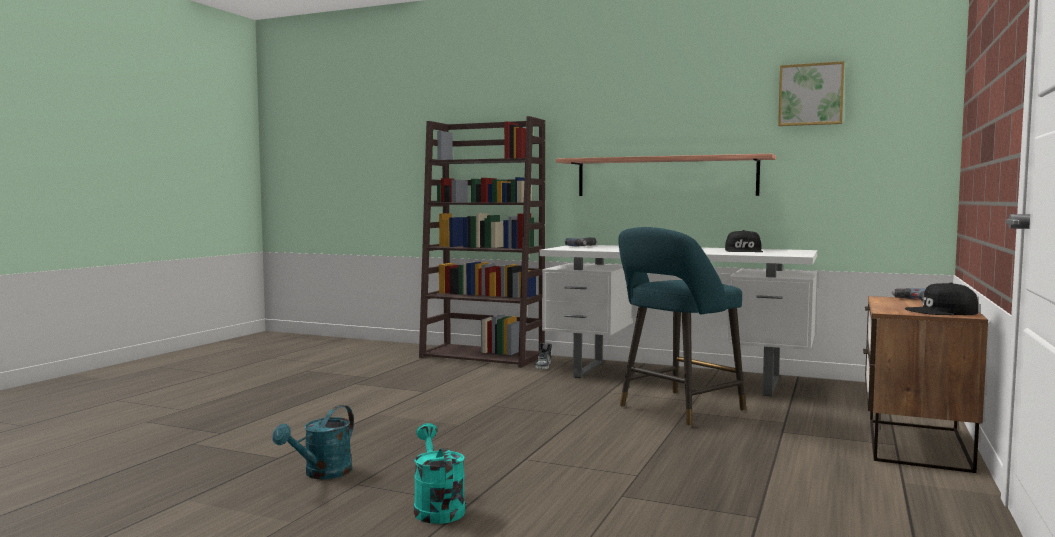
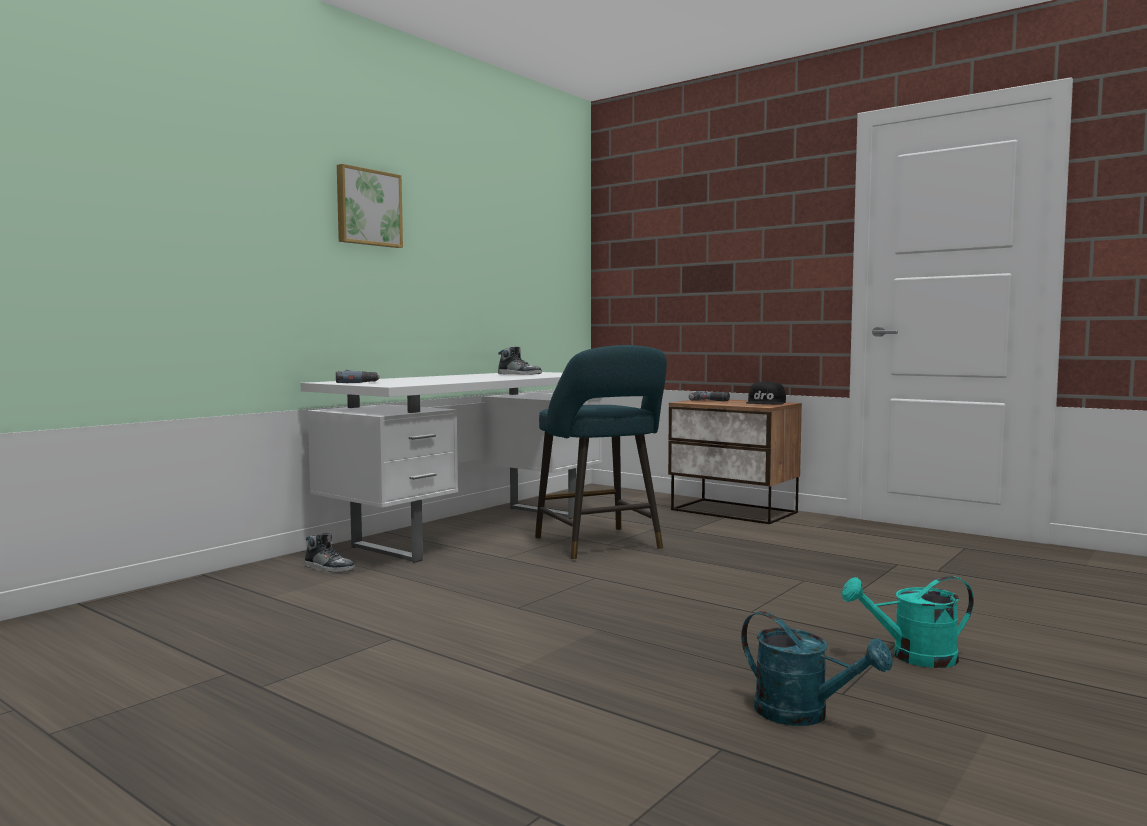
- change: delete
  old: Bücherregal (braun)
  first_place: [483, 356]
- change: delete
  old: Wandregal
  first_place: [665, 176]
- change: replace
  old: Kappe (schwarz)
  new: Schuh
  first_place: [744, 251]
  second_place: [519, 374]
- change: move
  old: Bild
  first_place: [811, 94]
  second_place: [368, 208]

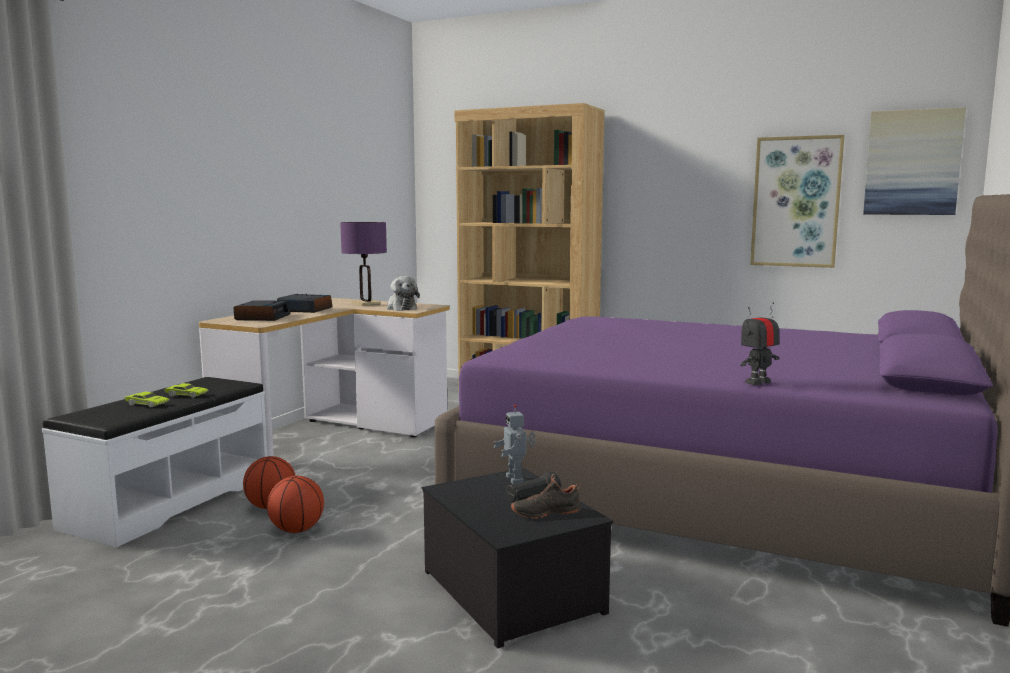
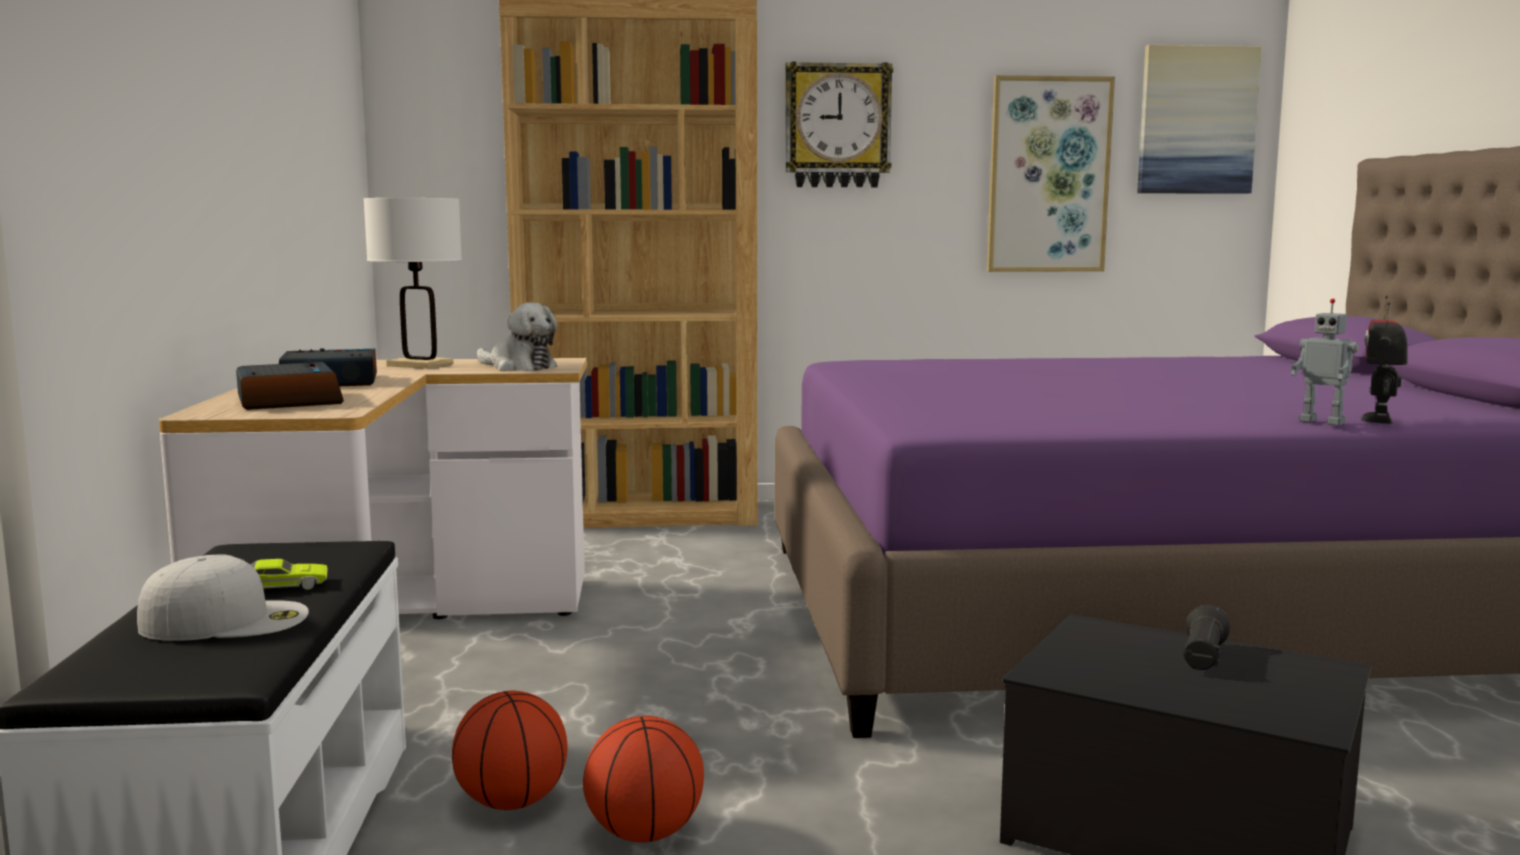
- change: replace
  old: Spielzeugauto (grün)
  new: Kappe (weiß)
  first_place: [147, 404]
  second_place: [227, 620]
- change: recolor
  old: Tischlampe (lila)
  new: Tischlampe (weiß)
  first_place: [365, 304]
  second_place: [420, 365]
- change: move
  old: Spielzeugroboter
  first_place: [516, 480]
  second_place: [1323, 422]
- change: delete
  old: Schuh (schwarz)
  first_place: [545, 512]
- change: insert
  new: Wanduhr
  second_place: [837, 126]

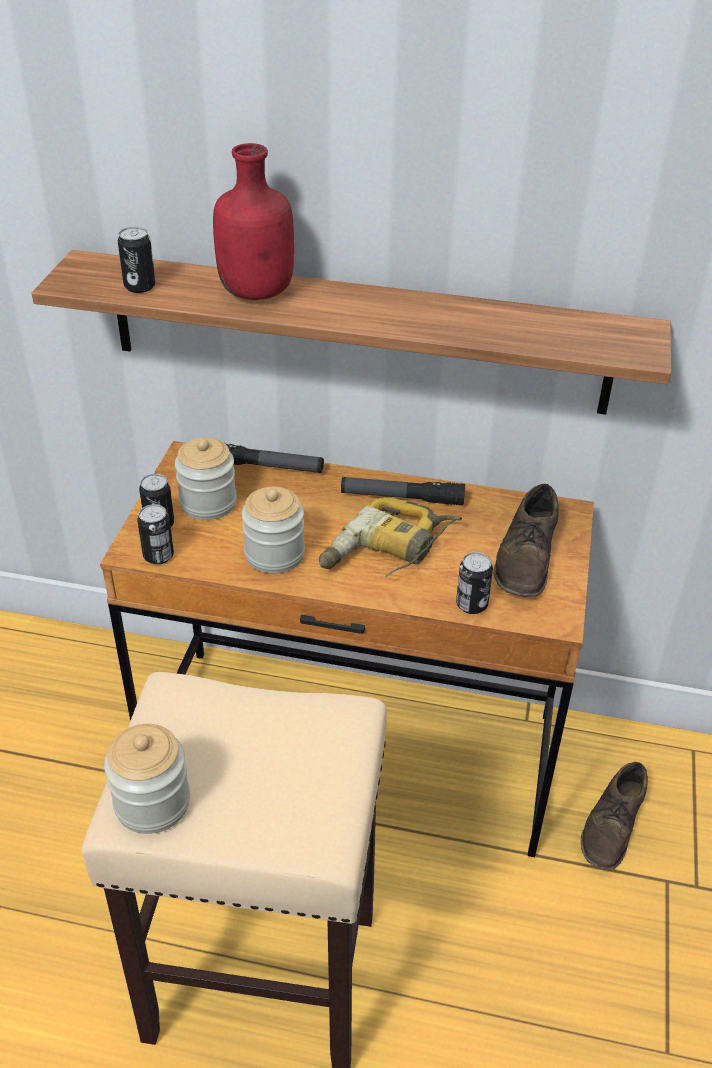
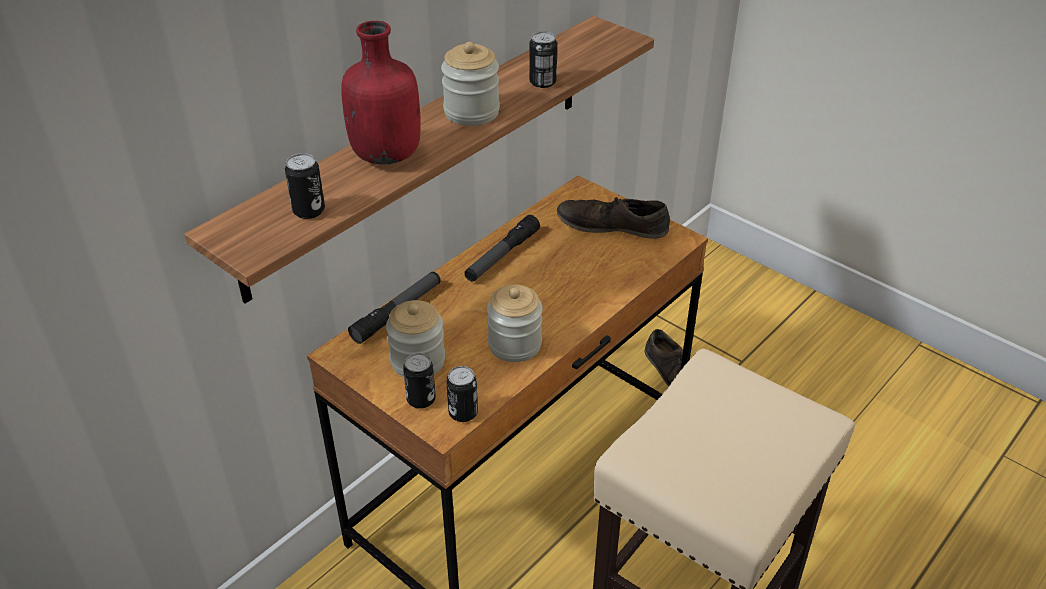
- change: move
  old: Vorratsglas
  first_place: [152, 803]
  second_place: [471, 112]
- change: delete
  old: Bohrmaschine
  first_place: [388, 552]
- change: move
  old: Dose
  first_place: [471, 604]
  second_place: [542, 82]
- change: rotate
  old: Schuh (braun)
  first_place: [527, 557]
  second_place: [612, 225]
  degrees: 150

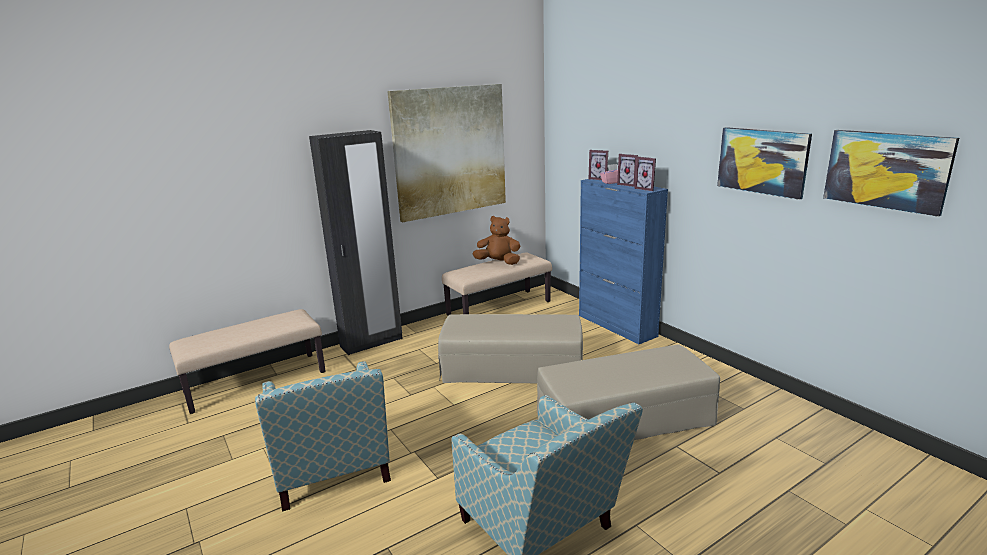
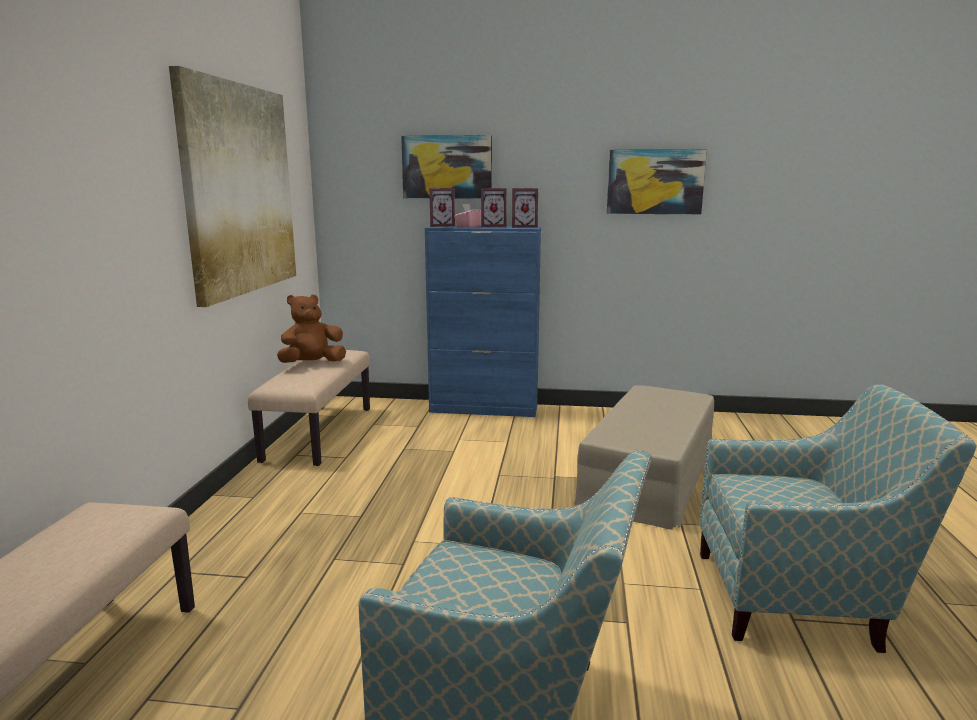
- change: delete
  old: Kleiderschrank (schwarz)
  first_place: [371, 343]
- change: delete
  old: Polsterhocker (beige)
  first_place: [512, 366]
- change: move
  old: Bild
  first_place: [886, 170]
  second_place: [447, 167]

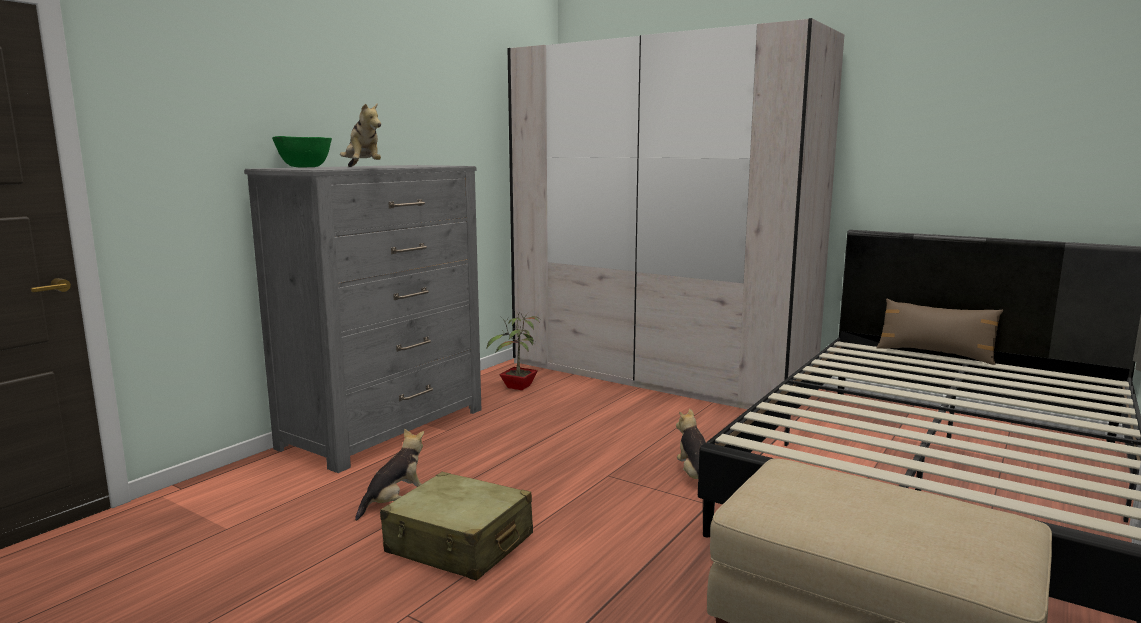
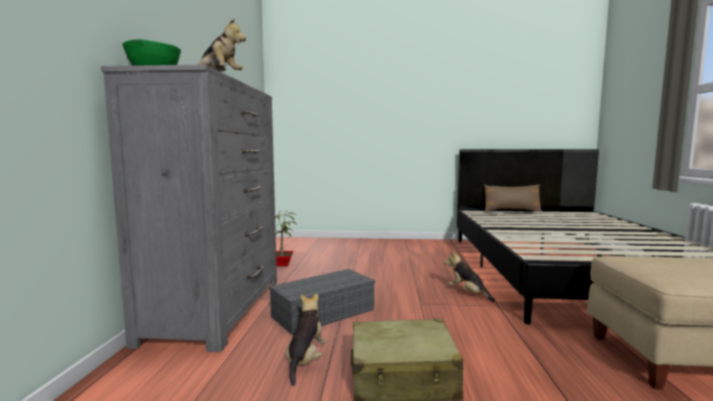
- change: delete
  old: Kleiderschrank (beige)
  first_place: [657, 375]
- change: insert
  new: Aufbewahrungsbox (grau)
  second_place: [324, 312]

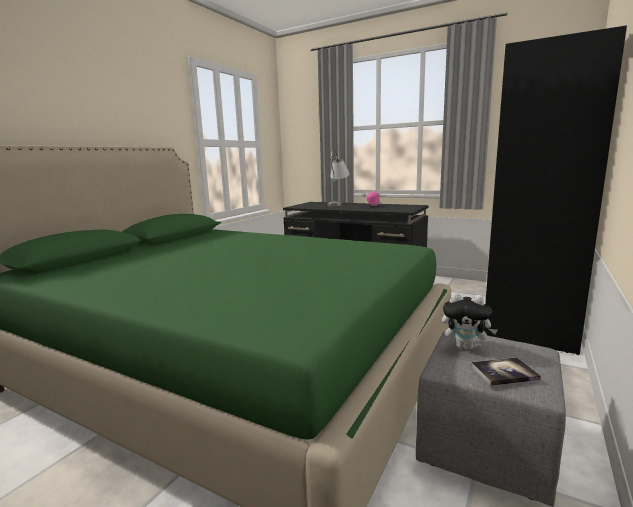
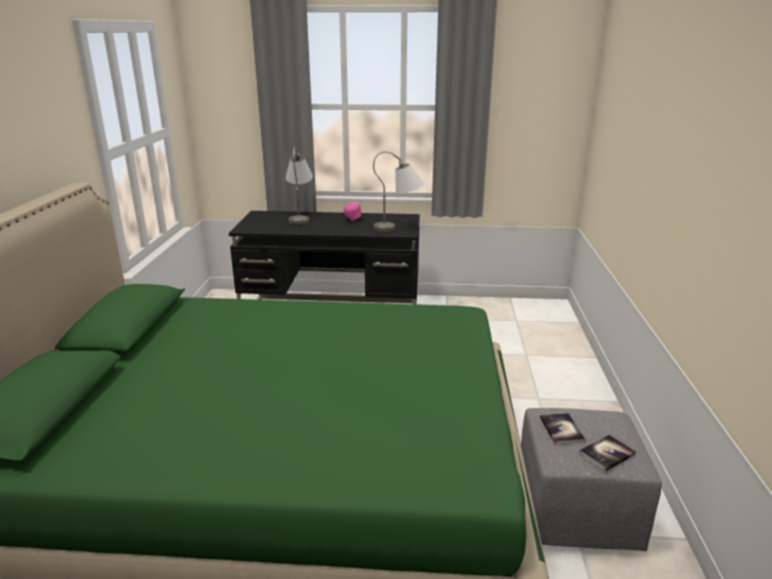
- change: replace
  old: Plüschtier
  new: Buch
  first_place: [465, 346]
  second_place: [561, 429]
- change: delete
  old: Kleiderschrank (schwarz)
  first_place: [531, 320]
- change: insert
  new: Tischlampe (grau)
  second_place: [399, 228]

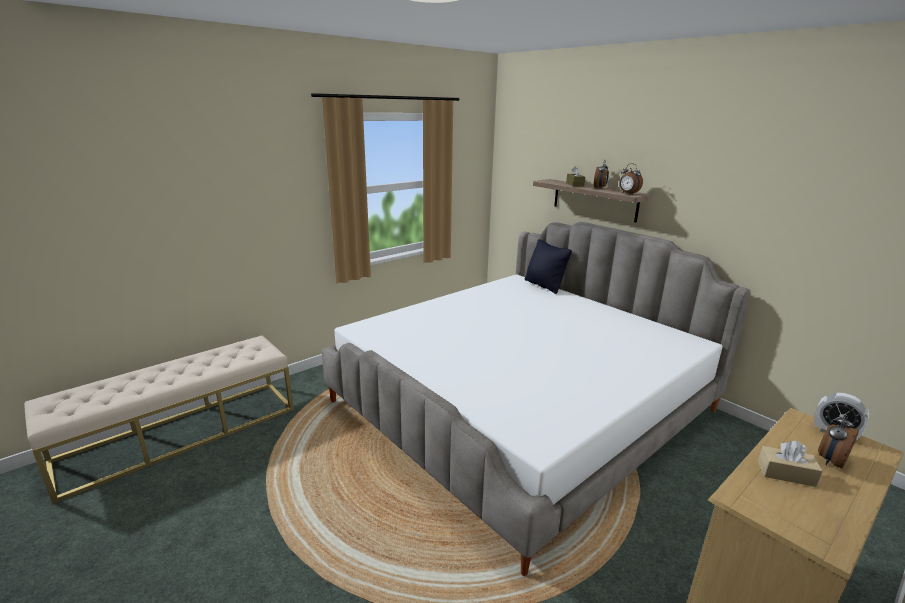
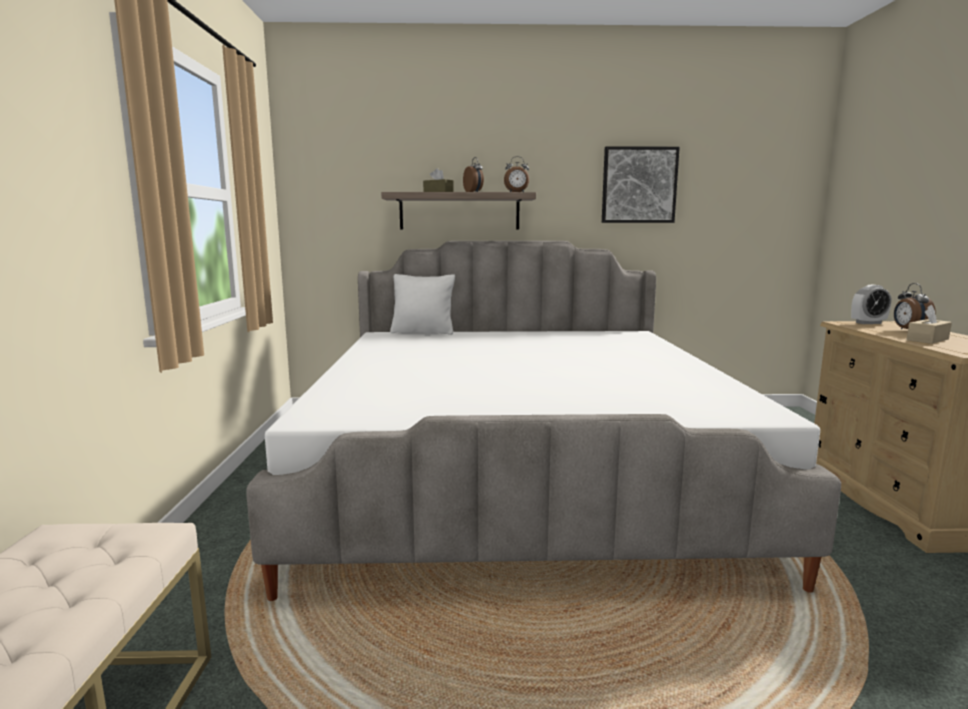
- change: recolor
  old: Kissen (schwarz)
  new: Kissen (weiß)
  first_place: [544, 285]
  second_place: [423, 332]
- change: insert
  new: Bild
  second_place: [639, 185]

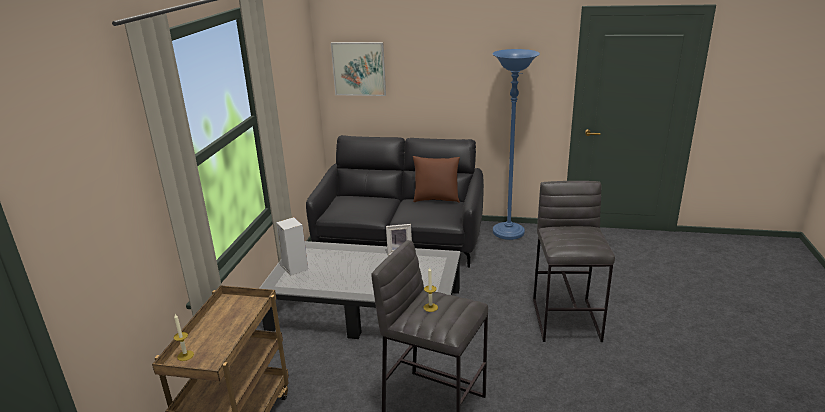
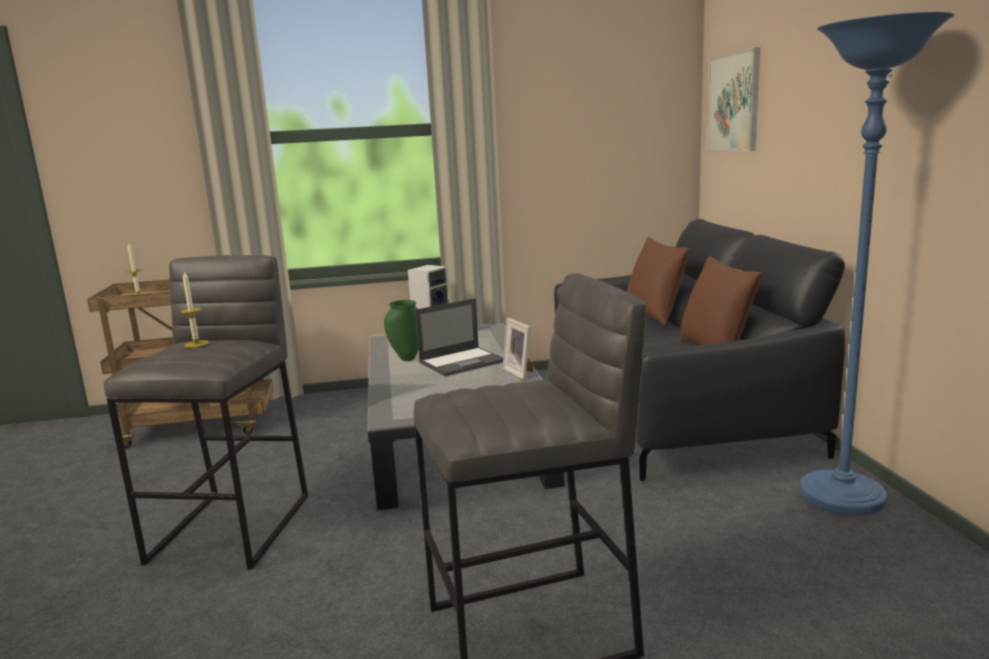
- change: insert
  new: Vase (grün)
  second_place: [407, 358]
- change: insert
  new: Laptop
  second_place: [462, 361]
- change: insert
  new: Kissen (braun)
  second_place: [655, 316]

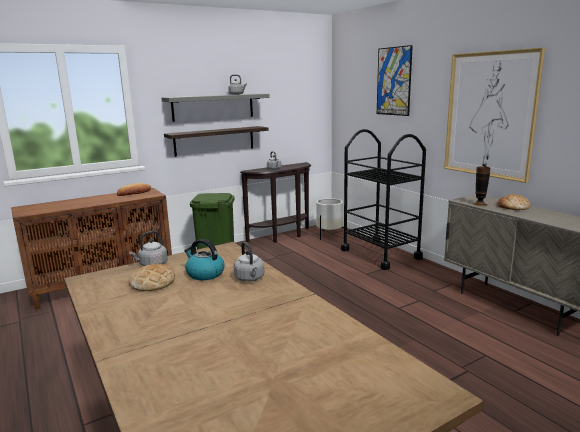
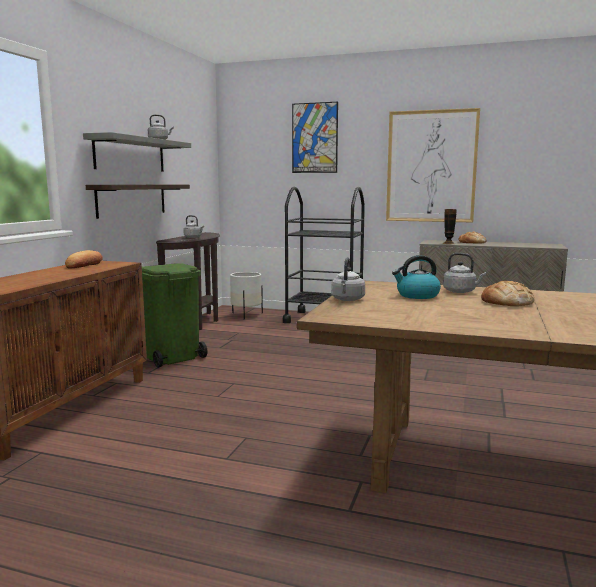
- change: move
  old: Brot
  first_place: [153, 282]
  second_place: [506, 302]

